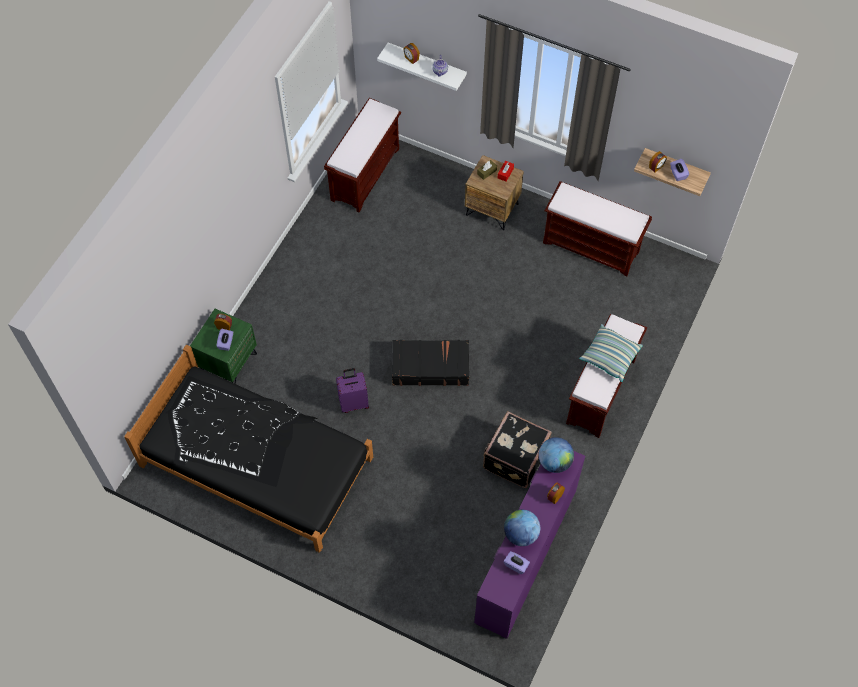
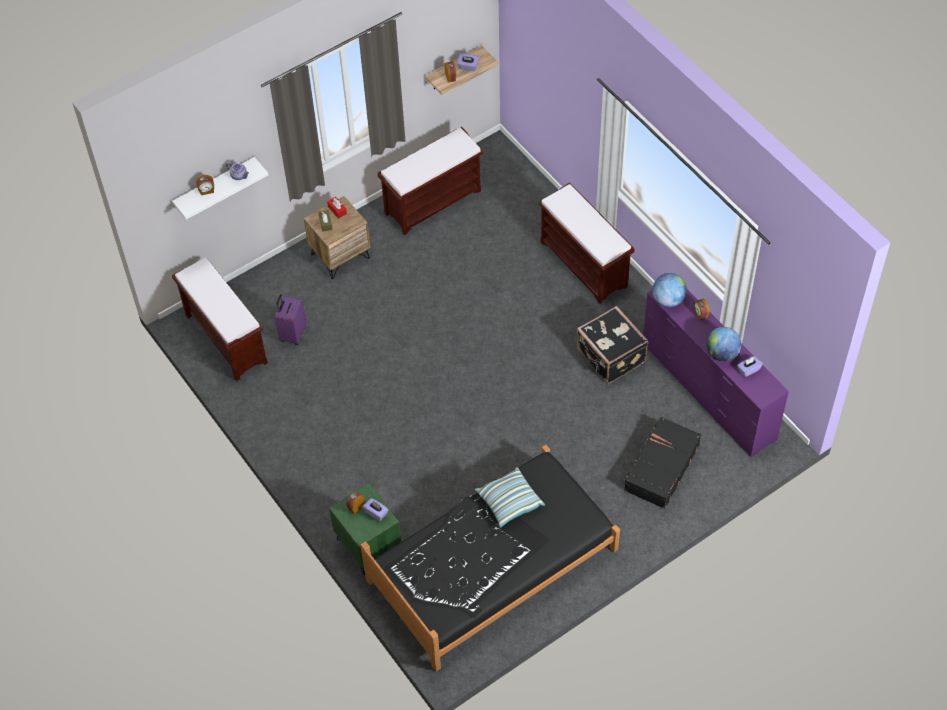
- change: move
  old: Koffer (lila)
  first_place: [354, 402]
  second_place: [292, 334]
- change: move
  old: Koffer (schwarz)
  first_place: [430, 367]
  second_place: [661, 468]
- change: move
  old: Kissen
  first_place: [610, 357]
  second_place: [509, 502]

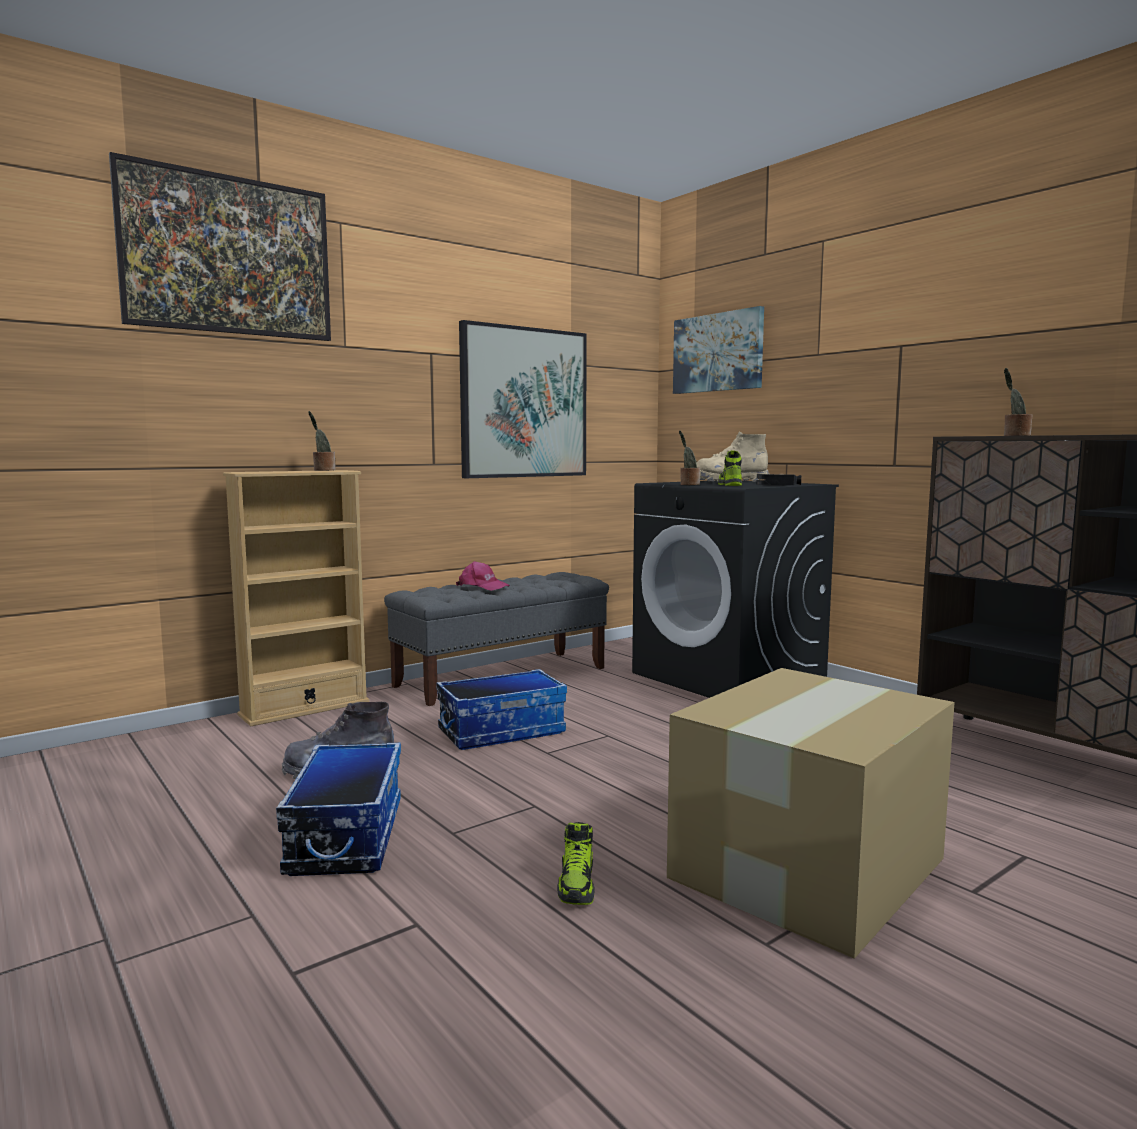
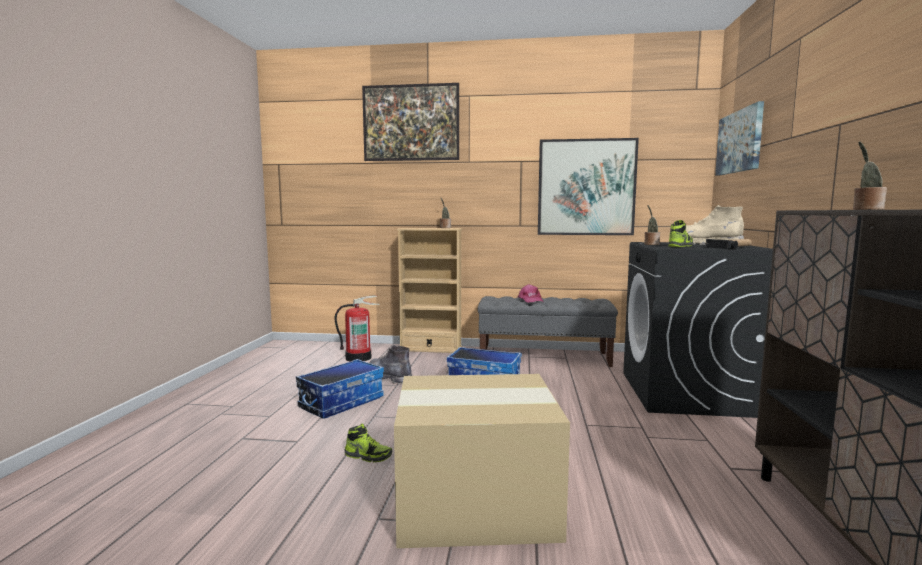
- change: rotate
  old: Schuh
  first_place: [577, 885]
  second_place: [368, 456]
  degrees: -120
- change: insert
  new: Feuerlöscher
  second_place: [358, 358]

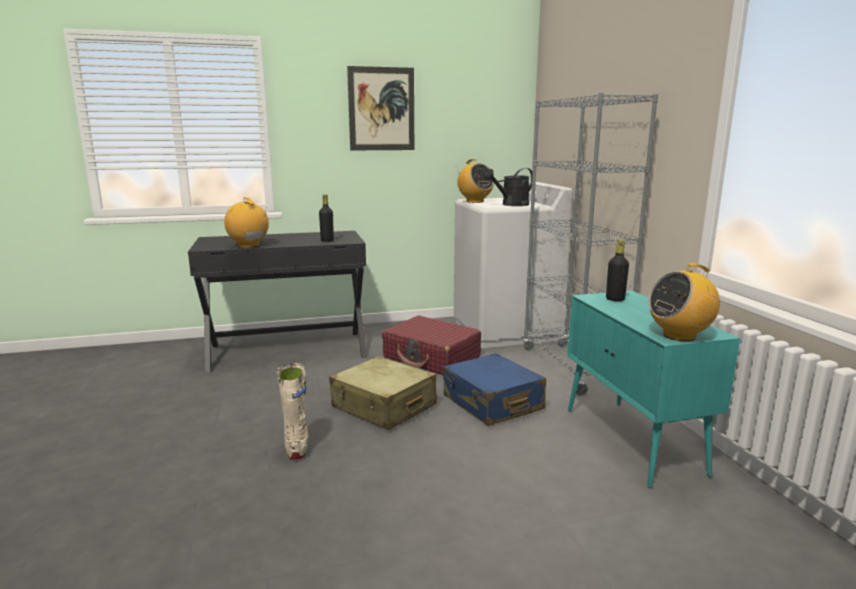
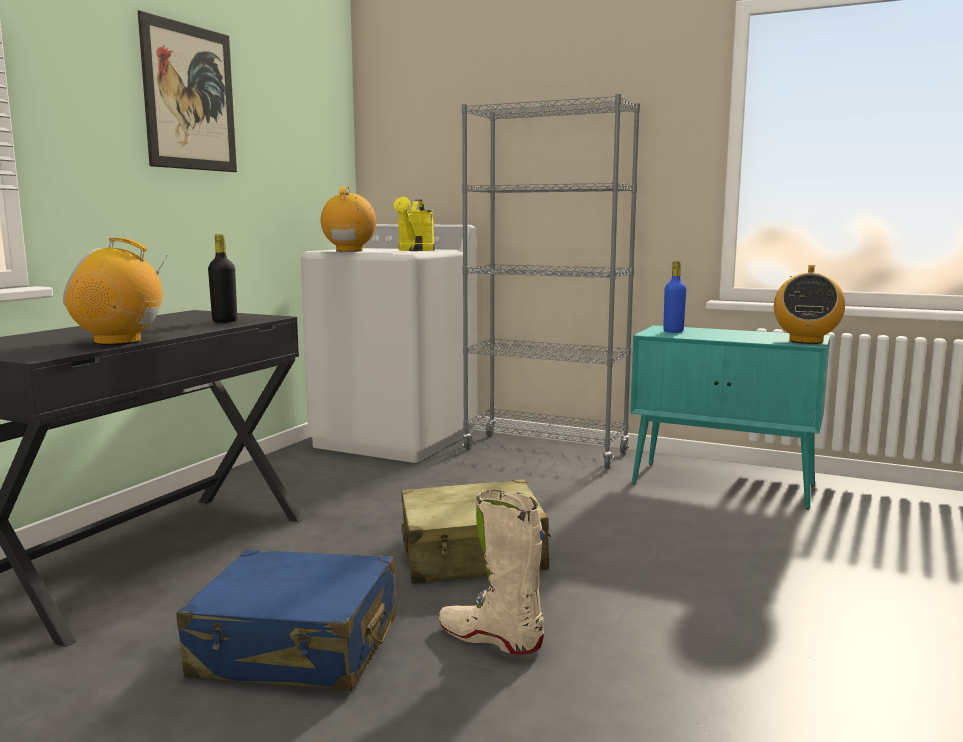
- change: delete
  old: Koffer (rot)
  first_place: [432, 357]
- change: move
  old: Koffer (blau)
  first_place: [492, 403]
  second_place: [297, 647]
- change: rotate
  old: Radio
  first_place: [474, 201]
  second_place: [349, 251]
  degrees: -90
- change: recolor
  old: Gießkanne (schwarz)
  new: Gießkanne (gelb)
  first_place: [511, 205]
  second_place: [415, 250]
- change: recolor
  old: Flasche (schwarz)
  new: Flasche (blau)
  first_place: [615, 299]
  second_place: [673, 331]

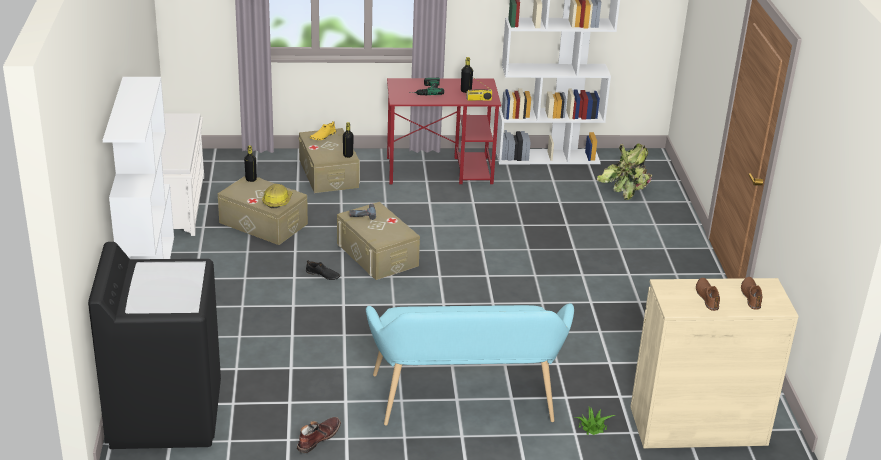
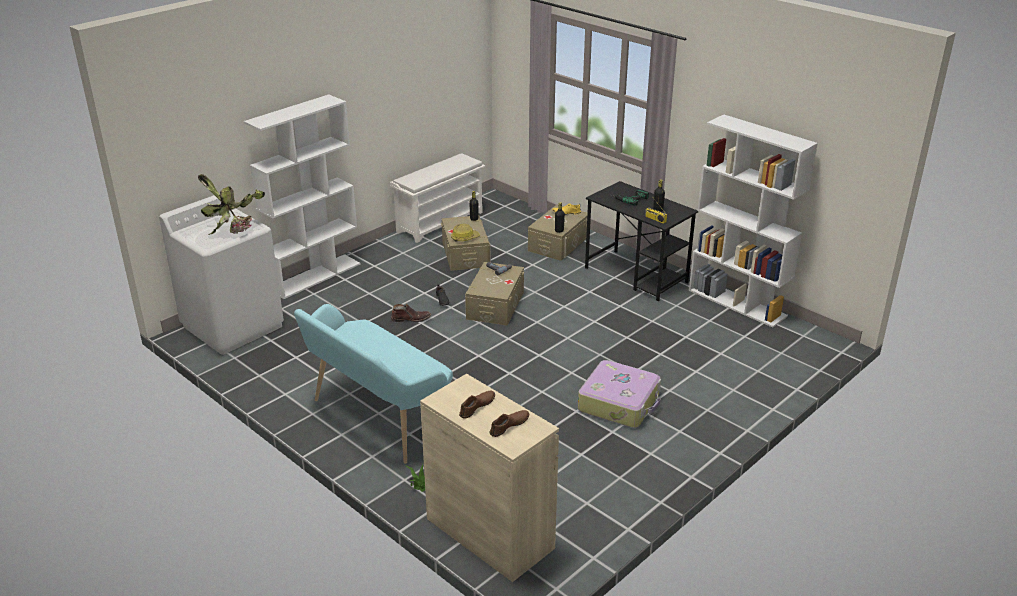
- change: recolor
  old: Waschmaschine (schwarz)
  new: Waschmaschine (weiß)
  first_place: [165, 414]
  second_place: [233, 326]
- change: move
  old: Stiefel (braun)
  first_place: [318, 438]
  second_place: [411, 318]
- change: recolor
  old: Schreibtisch (rot)
  new: Schreibtisch (schwarz)
  first_place: [440, 170]
  second_place: [636, 275]
- change: move
  old: Topfpflanze
  first_place: [626, 188]
  second_place: [235, 229]
- change: insert
  new: Koffer
  second_place: [619, 403]

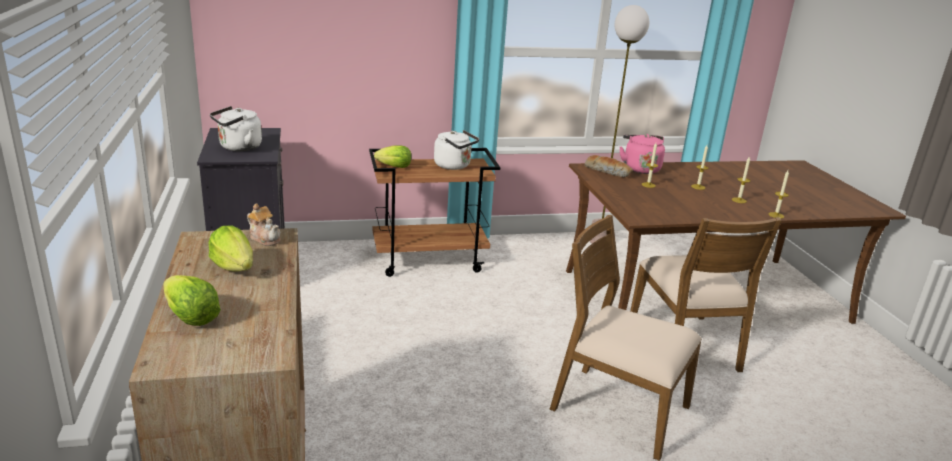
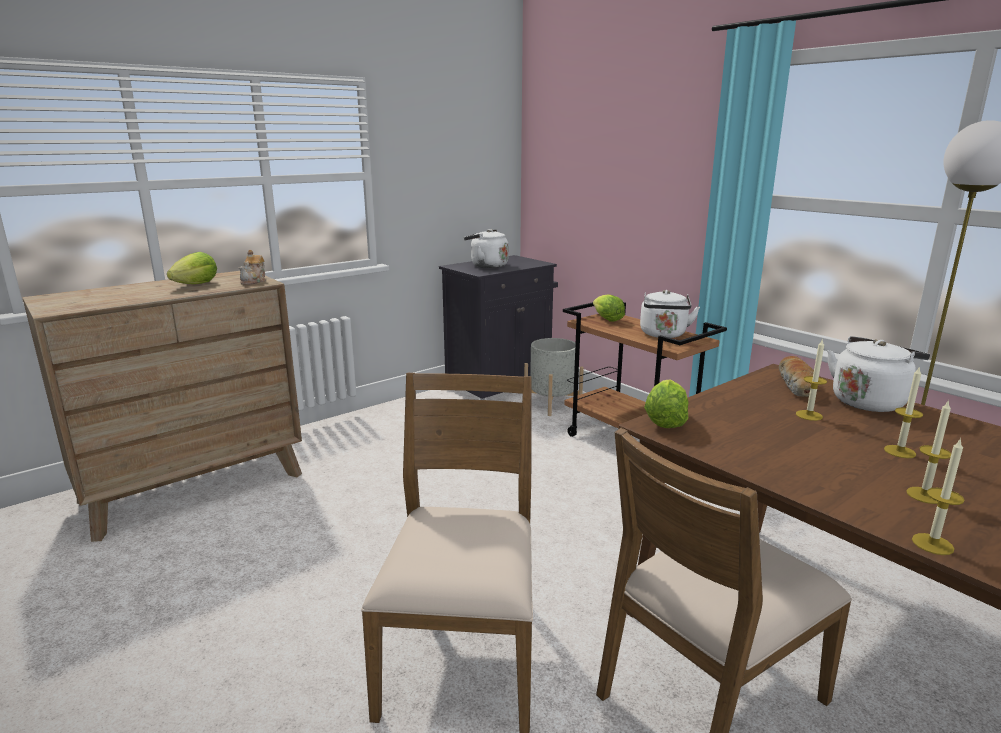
- change: move
  old: Salatkopf
  first_place: [191, 318]
  second_place: [665, 421]
- change: recolor
  old: Wasserkessel (rosa)
  new: Wasserkessel (weiß)
  first_place: [640, 168]
  second_place: [869, 401]
- change: insert
  new: Pflanzkübel (grau)
  second_place: [552, 404]

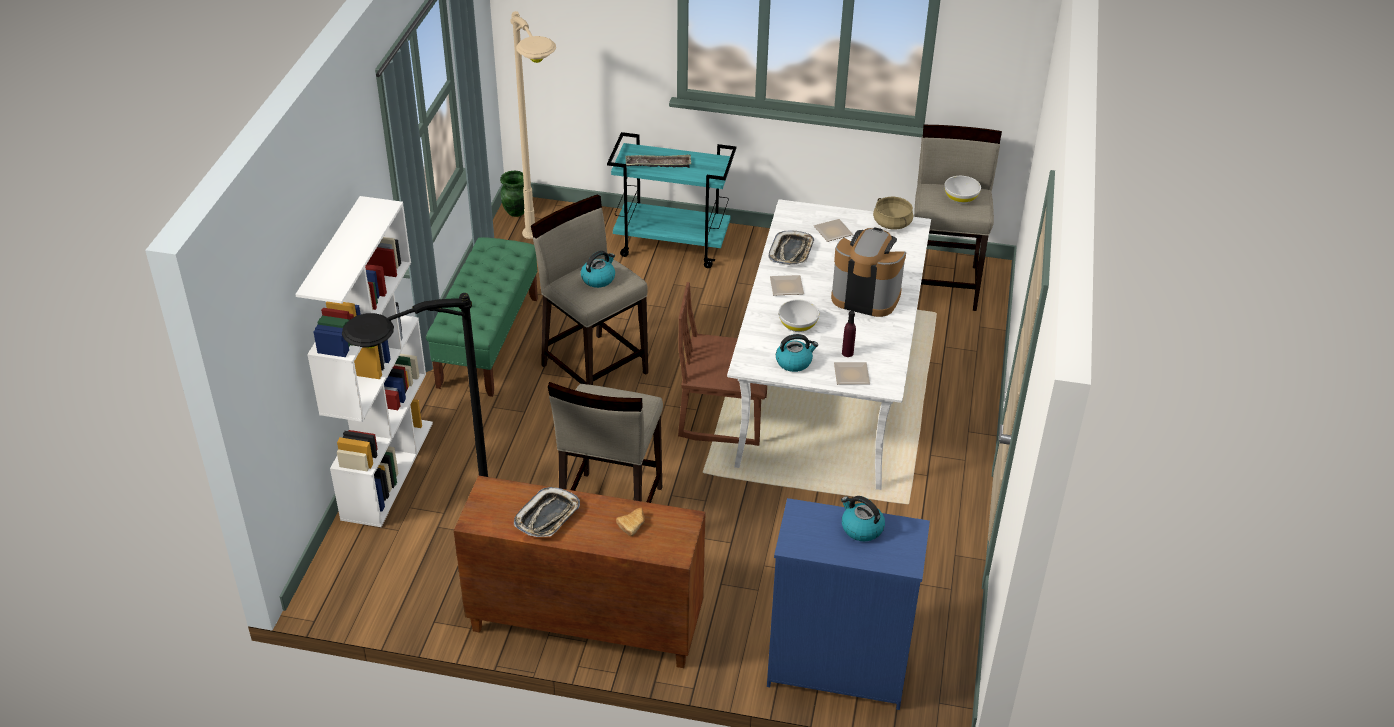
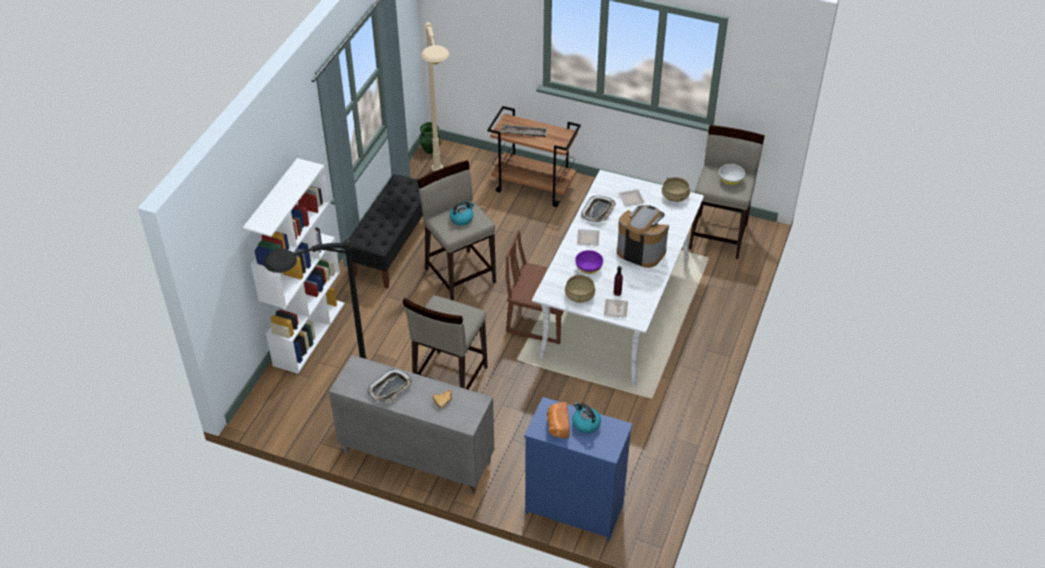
- change: recolor
  old: Bank (grün)
  new: Bank (schwarz)
  first_place: [488, 341]
  second_place: [392, 247]
- change: recolor
  old: Schrank (braun)
  new: Schrank (grau)
  first_place: [584, 625]
  second_place: [415, 457]
- change: recolor
  old: Rollwagen (türkis)
  new: Rollwagen (braun)
  first_place: [673, 245]
  second_place: [534, 187]
- change: replace
  old: Wasserkessel
  new: Kochtopf (beige)
  first_place: [794, 362]
  second_place: [579, 295]
- change: recolor
  old: Schüssel (weiß)
  new: Schüssel (lila)
  first_place: [798, 325]
  second_place: [588, 268]
- change: insert
  new: Brot
  second_place: [557, 426]

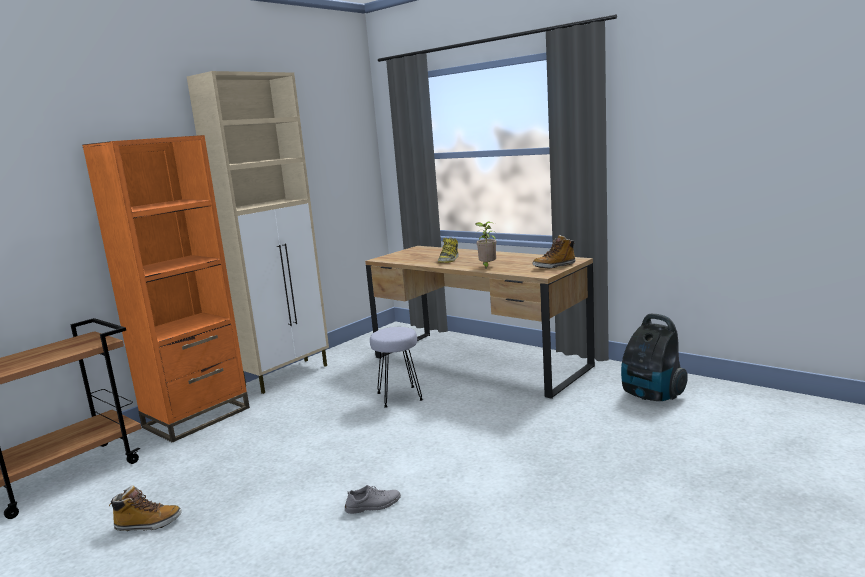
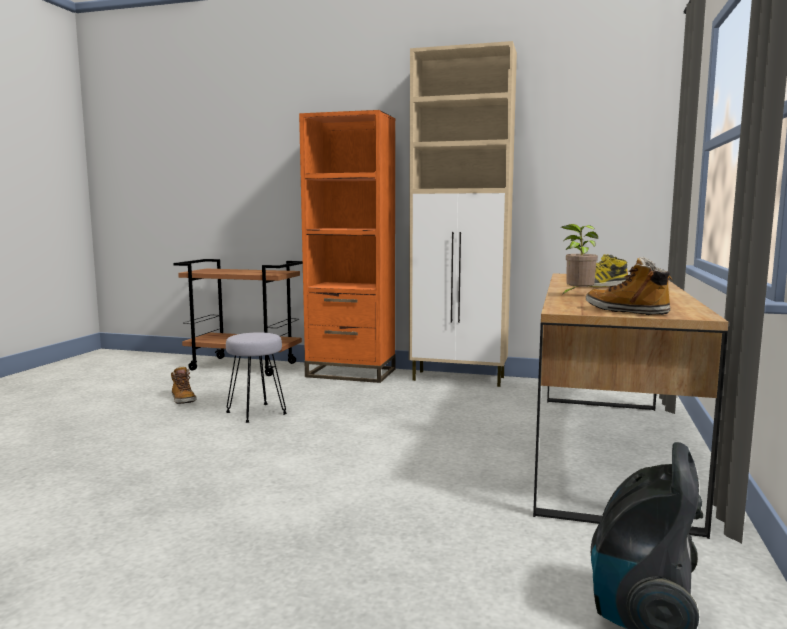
- change: delete
  old: Schuh (grau)
  first_place: [373, 505]
- change: move
  old: Hocker (grau)
  first_place: [398, 397]
  second_place: [256, 413]

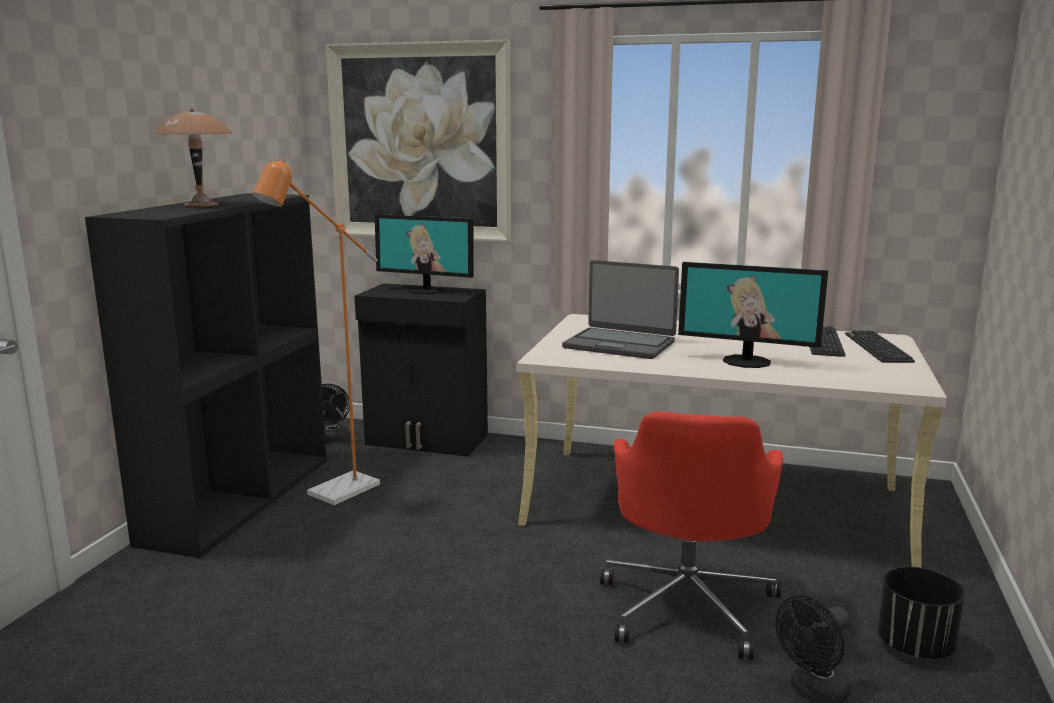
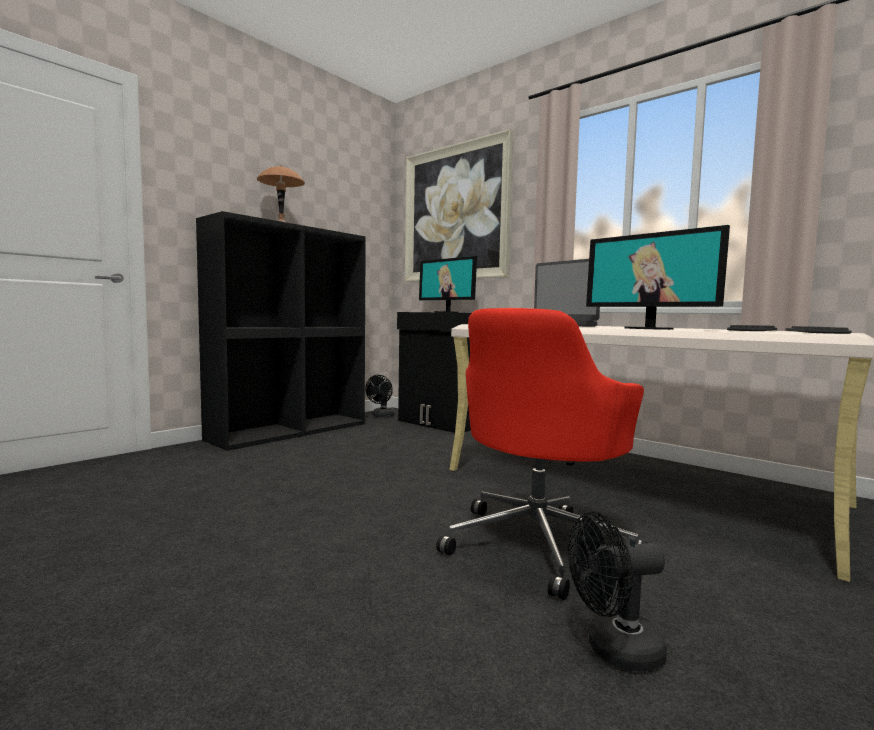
- change: delete
  old: Stehlampe (orange)
  first_place: [334, 494]
- change: delete
  old: Pflanzkübel (schwarz)
  first_place: [915, 647]

